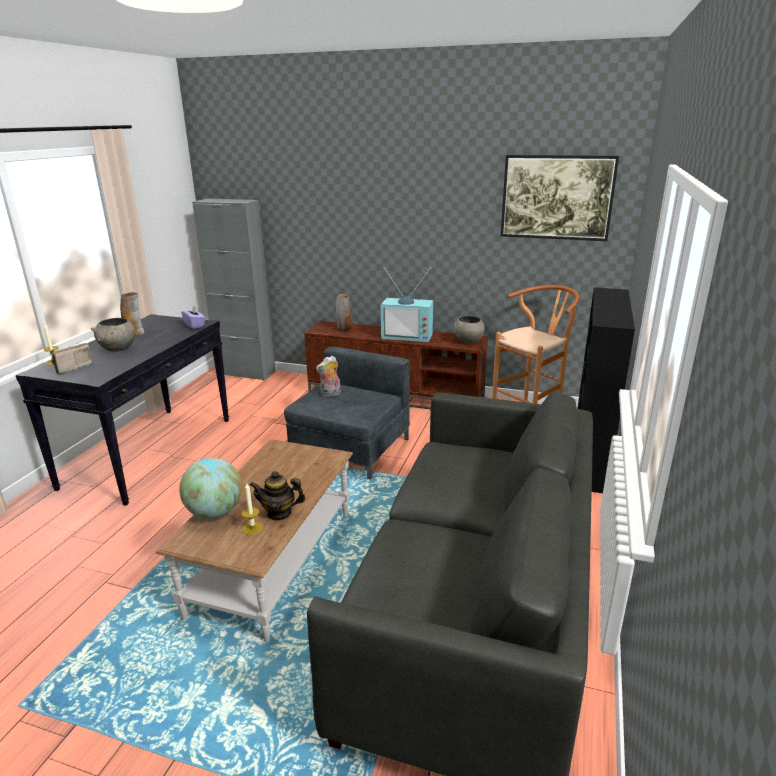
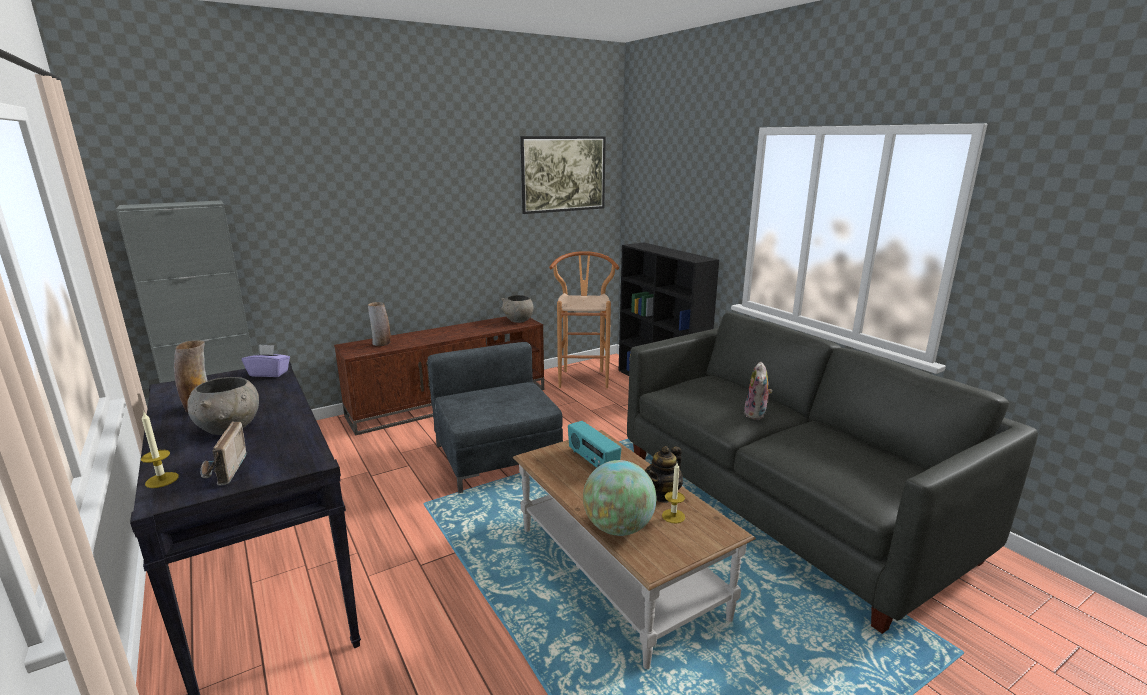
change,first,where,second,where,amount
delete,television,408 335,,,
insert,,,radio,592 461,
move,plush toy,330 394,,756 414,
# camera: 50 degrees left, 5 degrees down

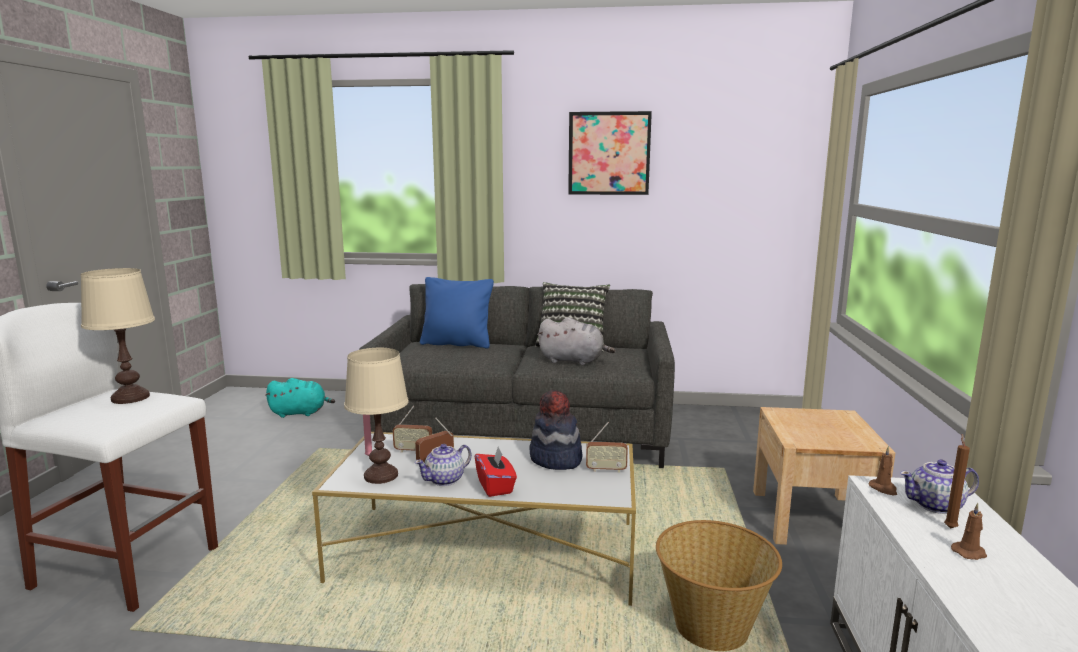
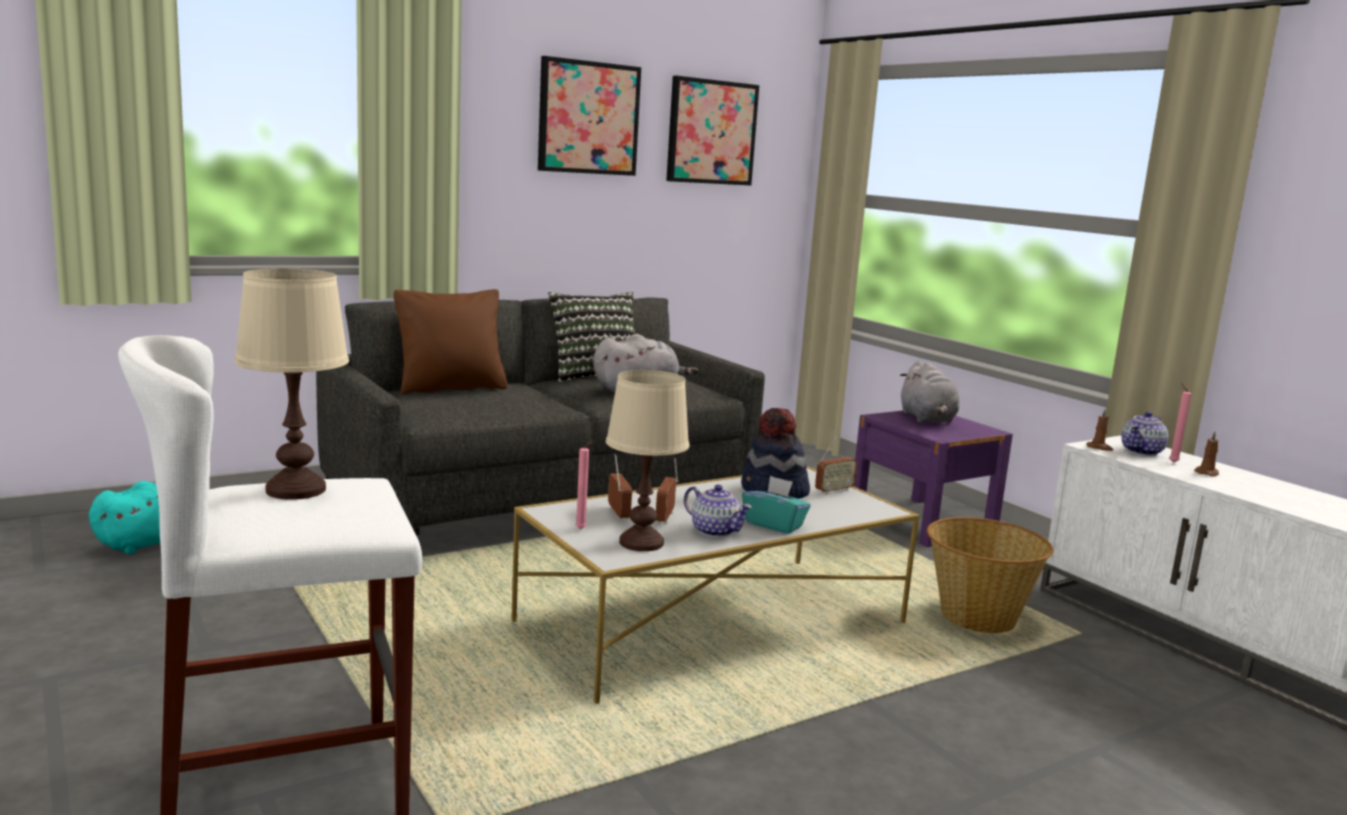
change,first,where,second,where,amount
insert,,,picture,711 132,
insert,,,grey plush toy,927 419,
recolor,blue pillow,457 344,brown pillow,451 388,
recolor,red tissue box,495 486,turquoise tissue box,774 525,
recolor,beige nightstand,812 518,purple nightstand,922 521,
recolor,brown candle,950 527,pink candle,1172 462,
rotate,radio,413 451,,618 514,75 degrees counterclockwise
rotate,teapot,445 480,,715 531,60 degrees counterclockwise
# camera: 40 degrees left, 0 degrees up

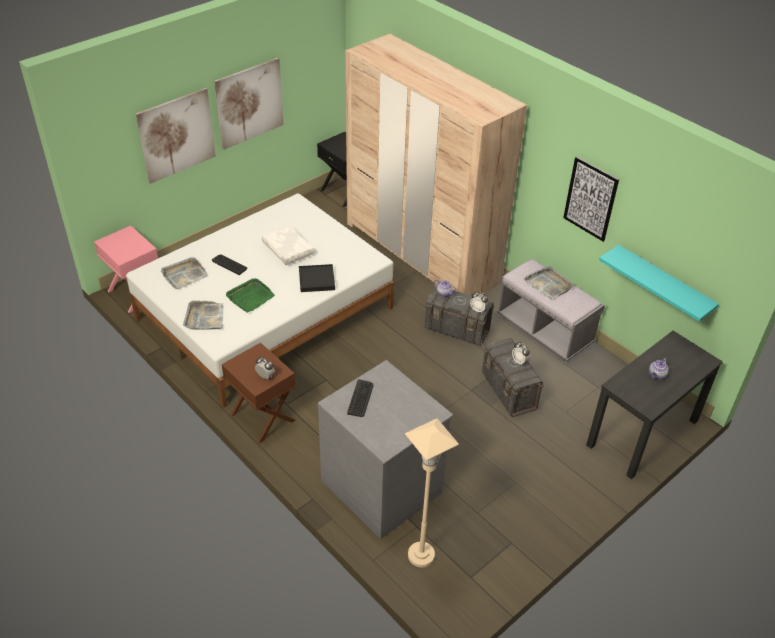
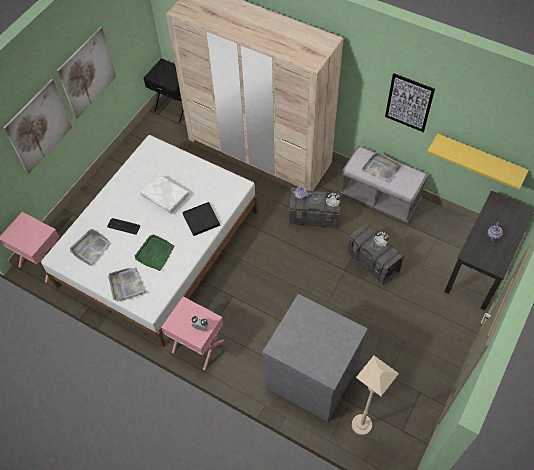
change,first,where,second,where,amount
delete,keyboard,360 398,,,
recolor,brown nightstand,262 418,pink nightstand,197 346,
recolor,turquoise shelf,663 283,yellow shelf,479 158,
# camera: 15 degrees left, 15 degrees up

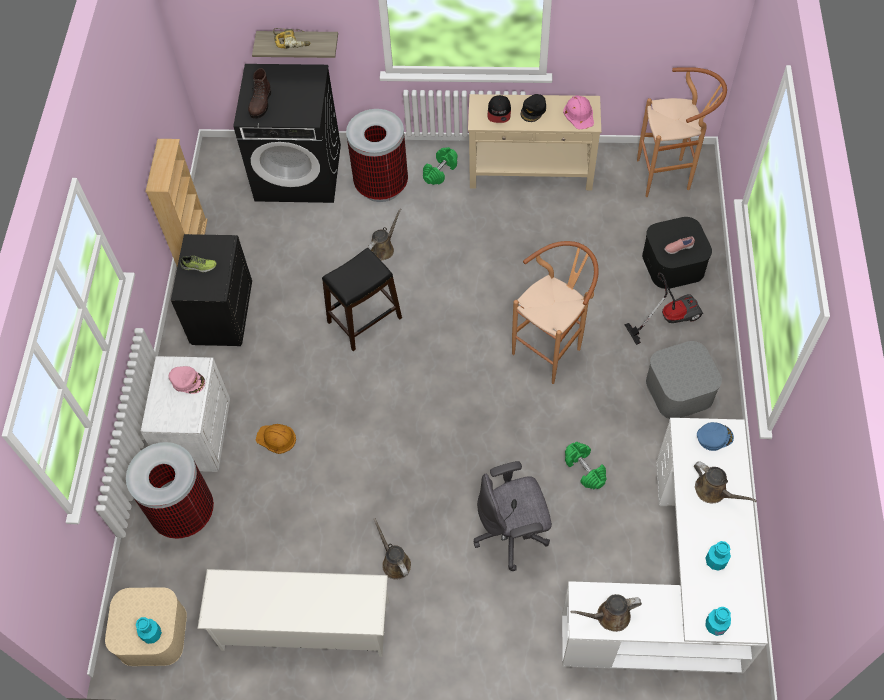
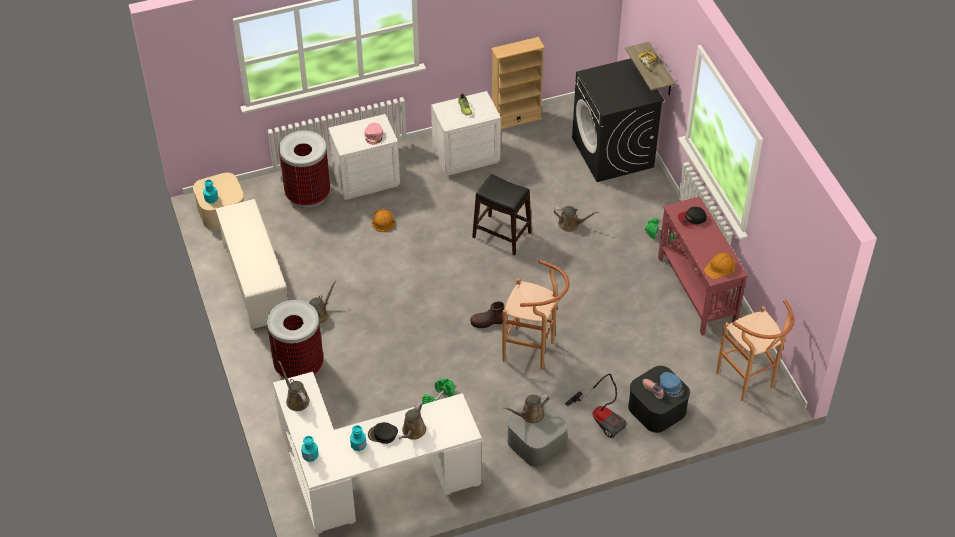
change,first,where,second,where,amount
delete,grey office chair,512 533,,,
insert,,,brown watering can,530 415,
move,brown boot,261 104,,488 322,
move,trash can,381 184,,299 366,
move,black cap,533 110,,383 435,
move,blue cap,714 437,,671 386,
recolor,black nightstand,221 314,white nightstand,465 156,
recolor,beige console table,531 173,red console table,696 291,
recolor,pink hard hat,579 114,orange hard hat,720 267,
# camera: 65 degrees right, 10 degrees down

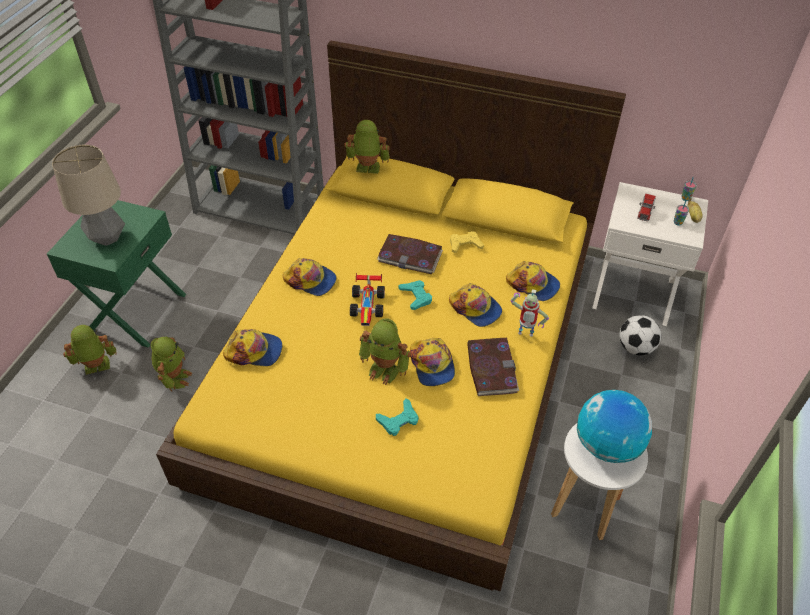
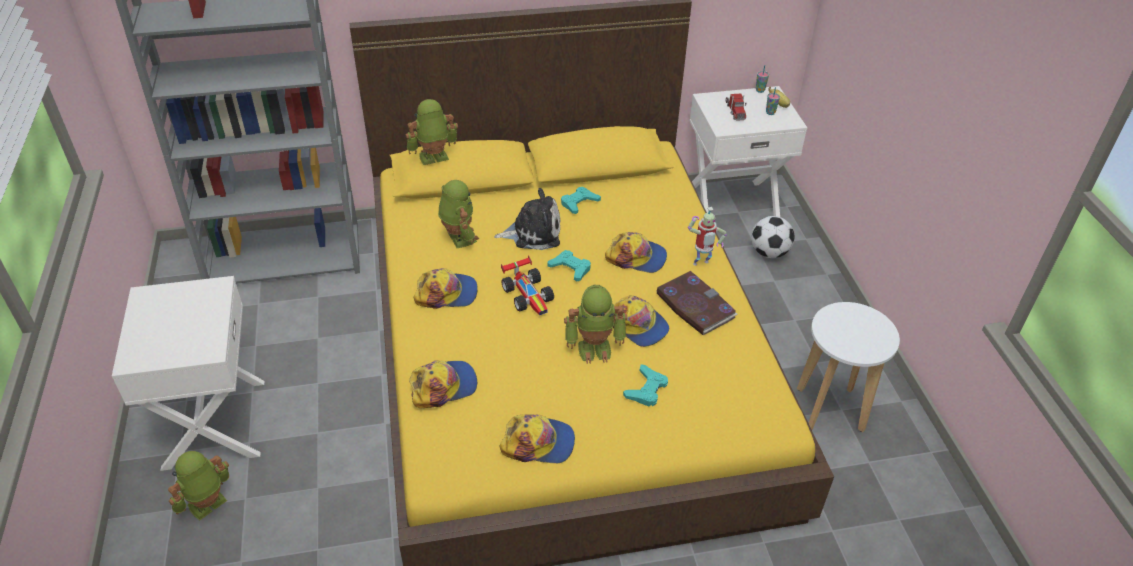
change,first,where,second,where,amount
delete,table lamp,107 238,,,
delete,globe,607 445,,,
move,toy robot,174 378,,458 238,
move,cap,533 284,,538 443,
replace,book,410 256,plush toy,533 232,
recolor,green nightstand,136 311,white nightstand,212 424,
recolor,yellow game controller,465 245,turquoise game controller,579 203,
# camera: 30 degrees left, 5 degrees down

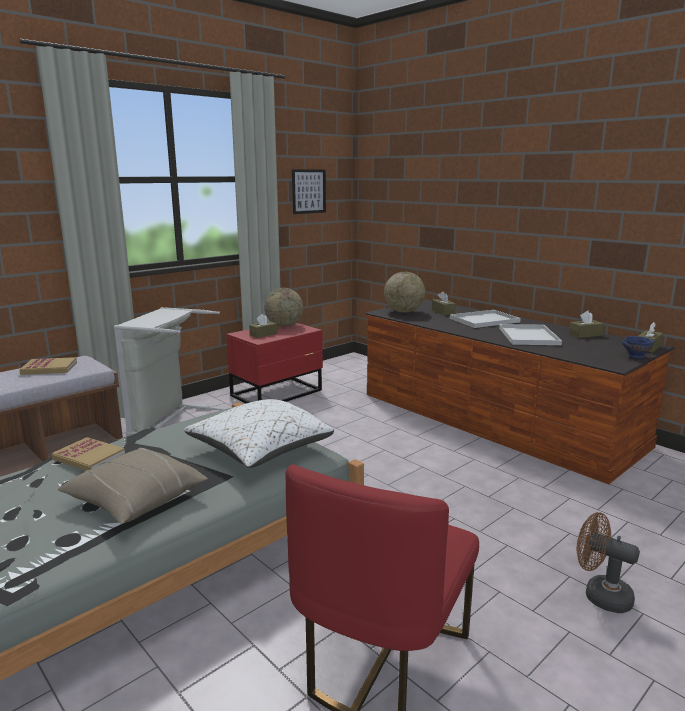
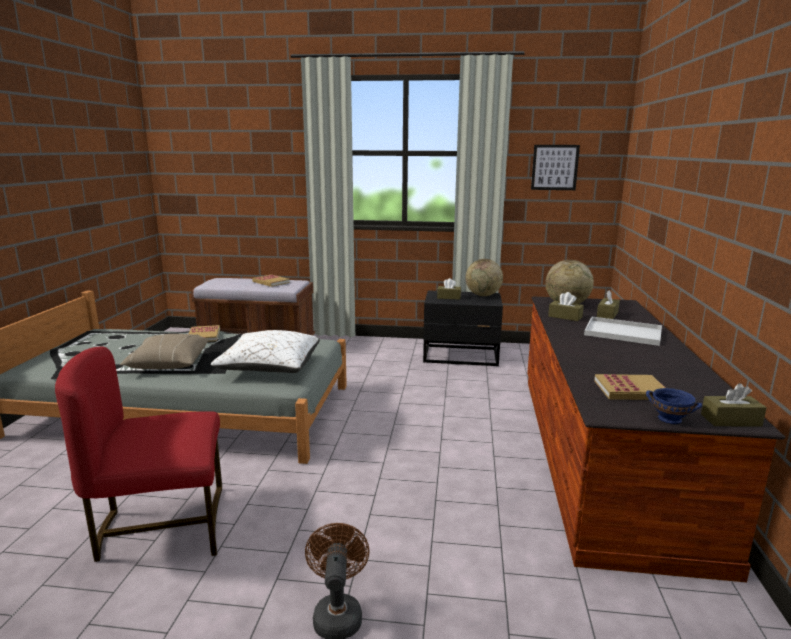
change,first,where,second,where,amount
delete,grey laundry basket,169 421,,,
delete,white tray,527 336,,,
insert,,,book,630 390,
move,brown tissue box,585 335,,565 317,
recolor,red nightstand,278 393,black nightstand,462 356,
# camera: 50 degrees right, 0 degrees up

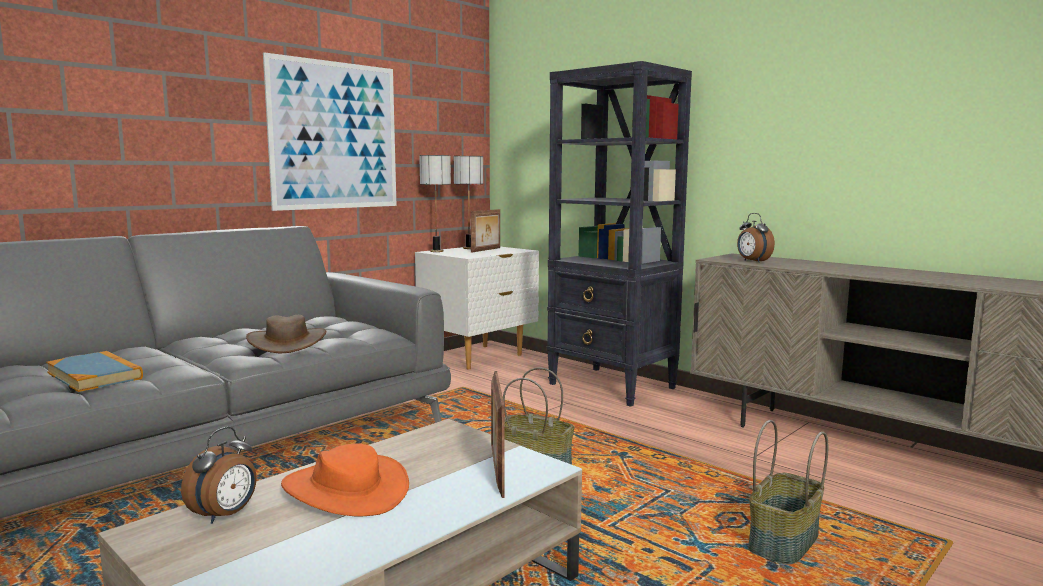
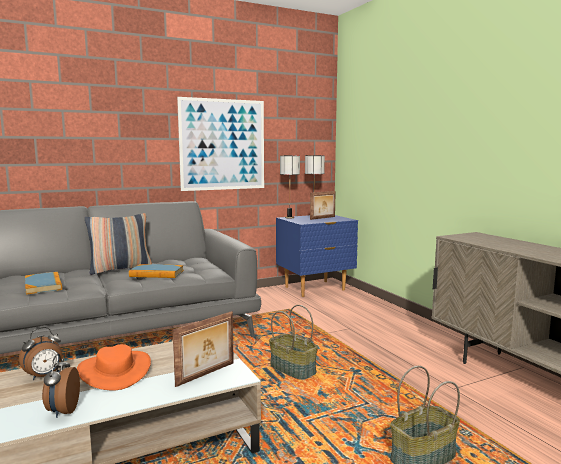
change,first,where,second,where,amount
delete,black bookcase,612 386,,,
insert,,,pillow,120 269,
move,alarm clock,752 261,,62 411,
replace,brown hat,287 342,book,156 273,
recolor,white nightstand,478 357,blue nightstand,315 289,
rotate,picture frame,497 472,,206 374,150 degrees counterclockwise
# camera: 20 degrees right, 0 degrees up

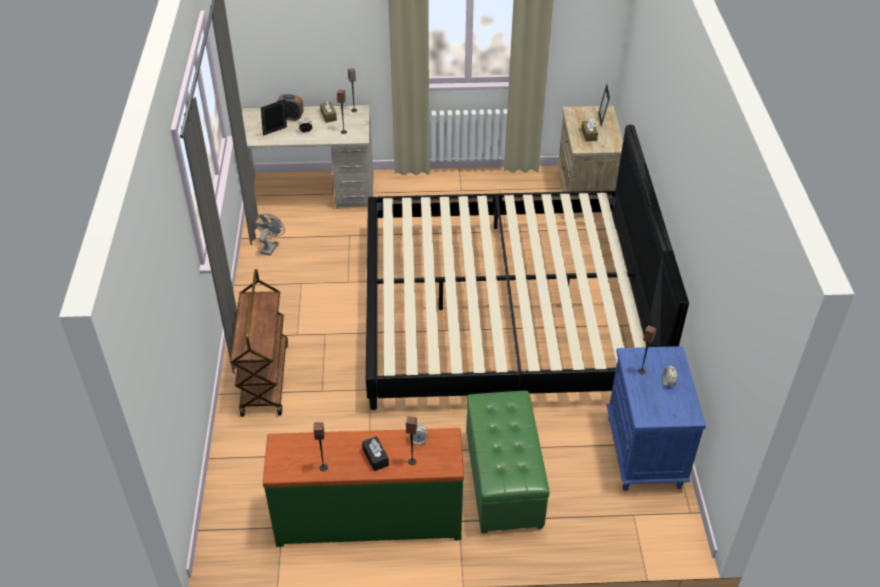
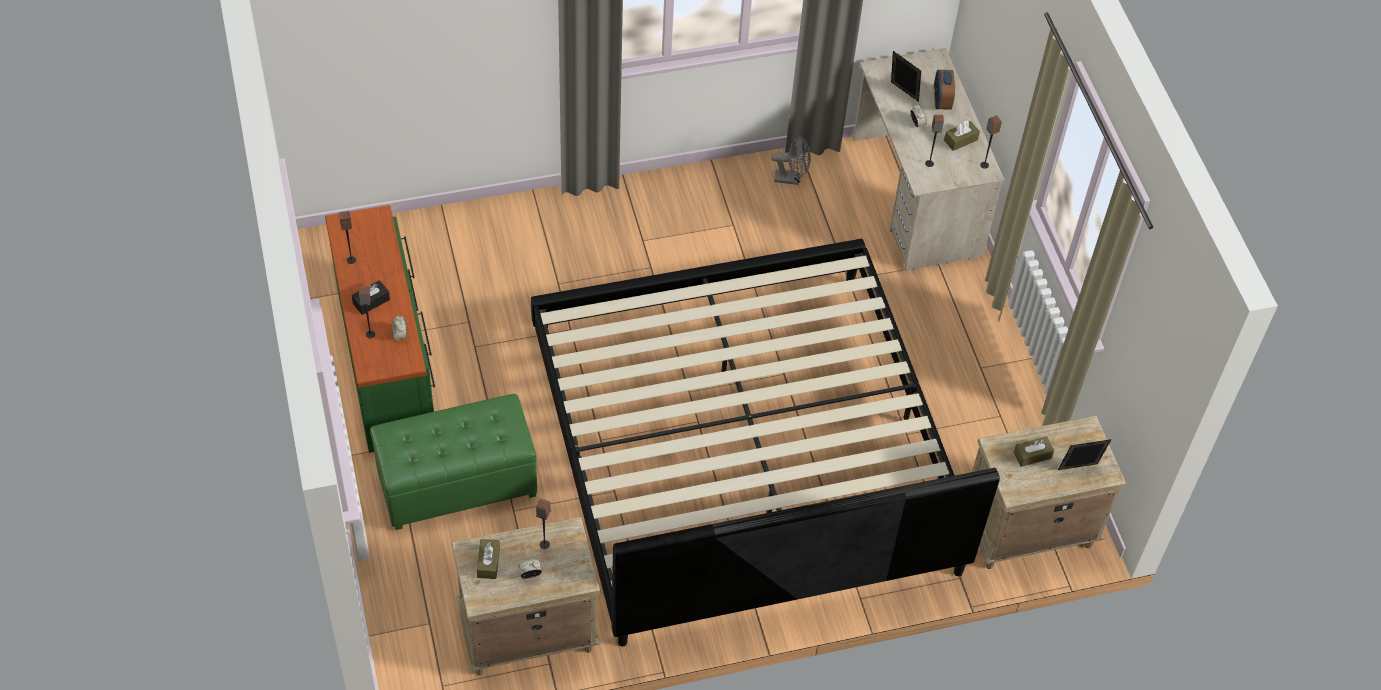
change,first,where,second,where,amount
delete,brown cart,264 378,,,
insert,,,brown tissue box,488 562,
recolor,blue nightstand,644 453,beige nightstand,526 632,
# camera: 75 degrees right, 10 degrees up

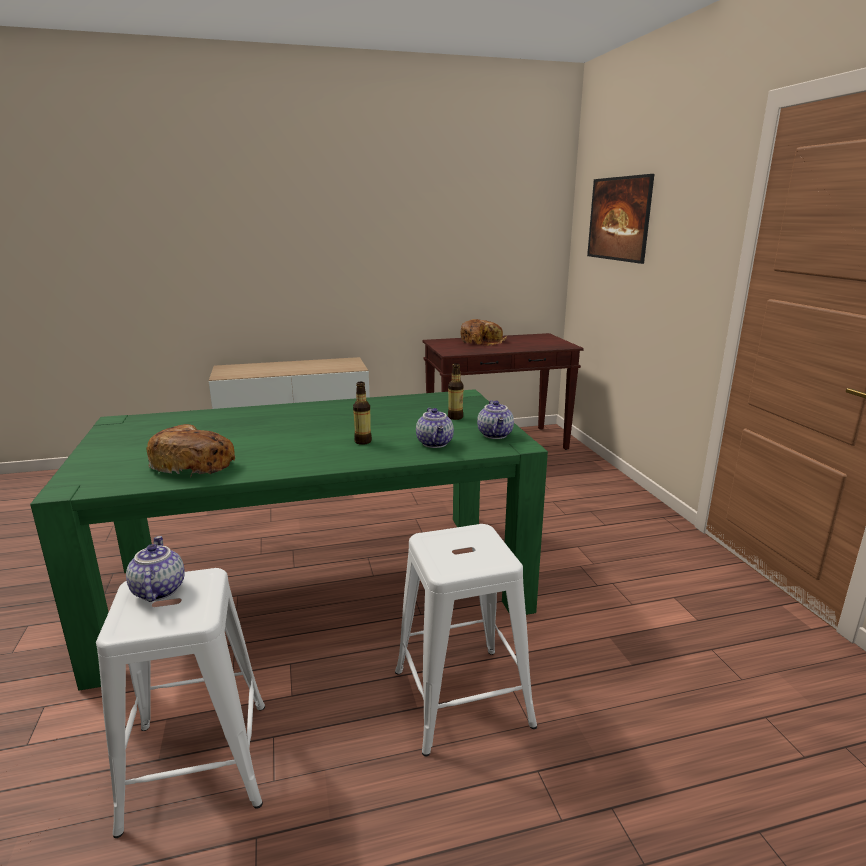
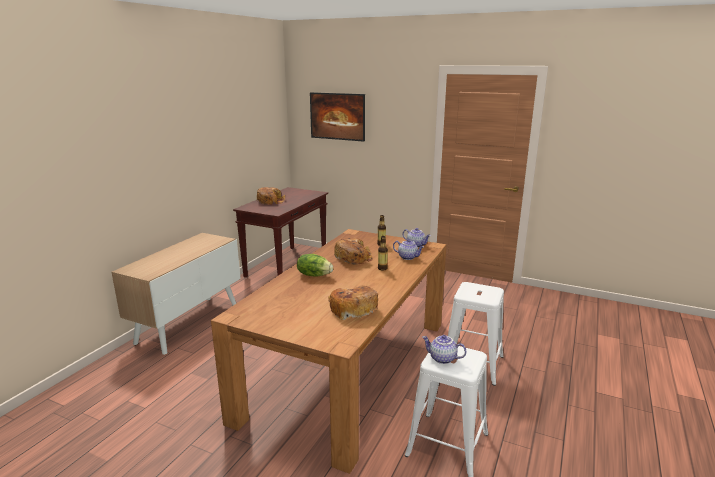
change,first,where,second,where,amount
insert,,,lettuce,314 275,
insert,,,bread,353 258,
recolor,green dining table,318 585,brown dining table,349 367,
# camera: 50 degrees left, 0 degrees up

